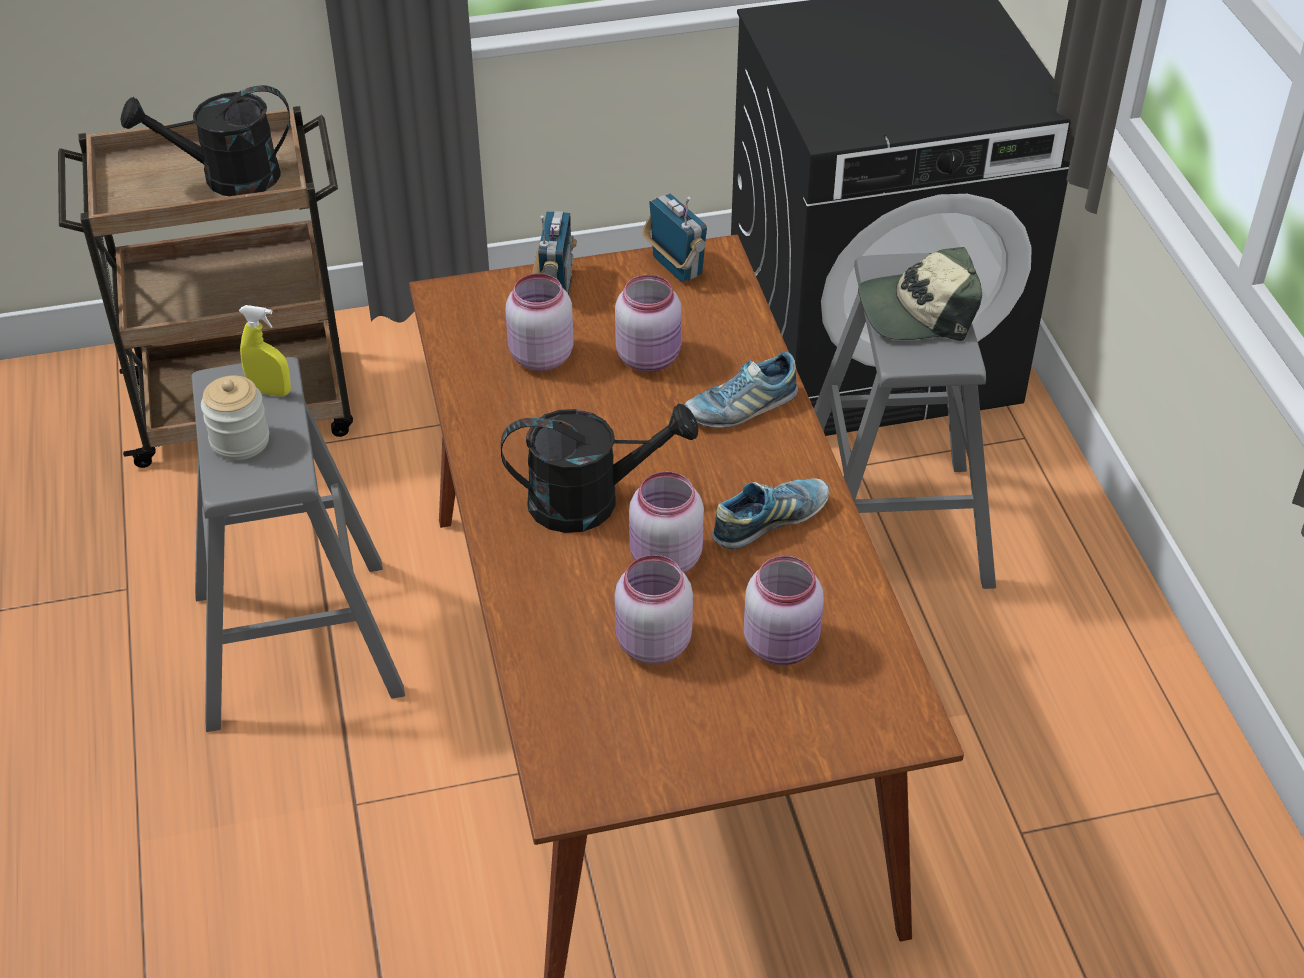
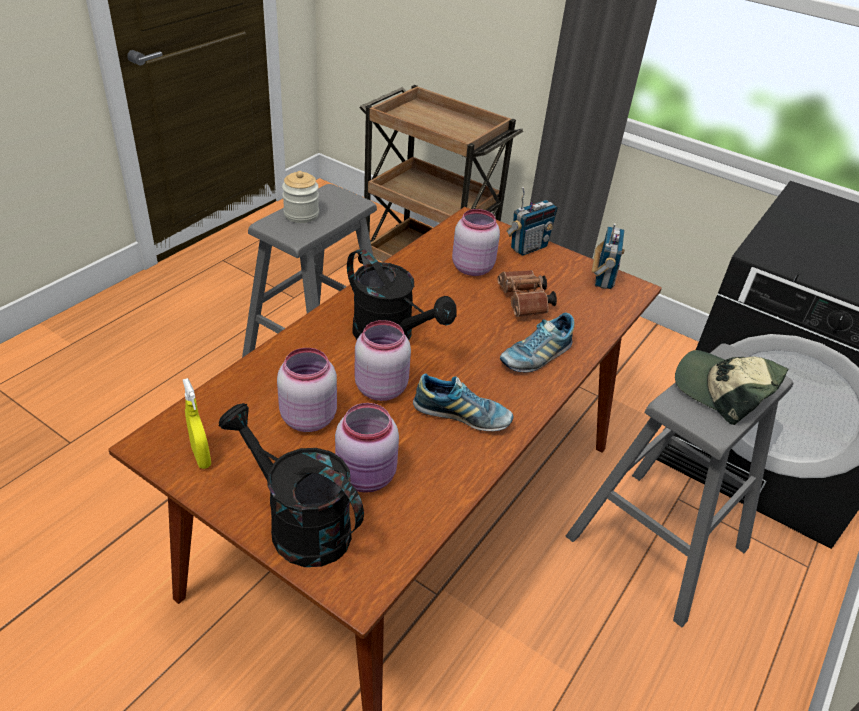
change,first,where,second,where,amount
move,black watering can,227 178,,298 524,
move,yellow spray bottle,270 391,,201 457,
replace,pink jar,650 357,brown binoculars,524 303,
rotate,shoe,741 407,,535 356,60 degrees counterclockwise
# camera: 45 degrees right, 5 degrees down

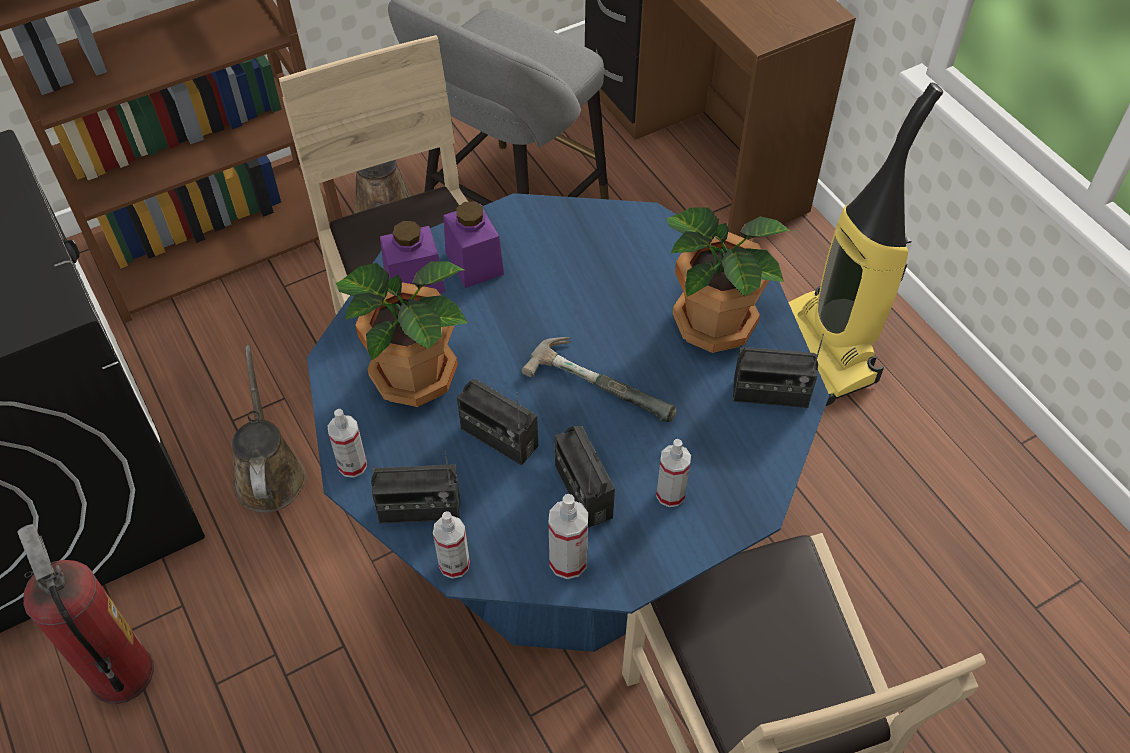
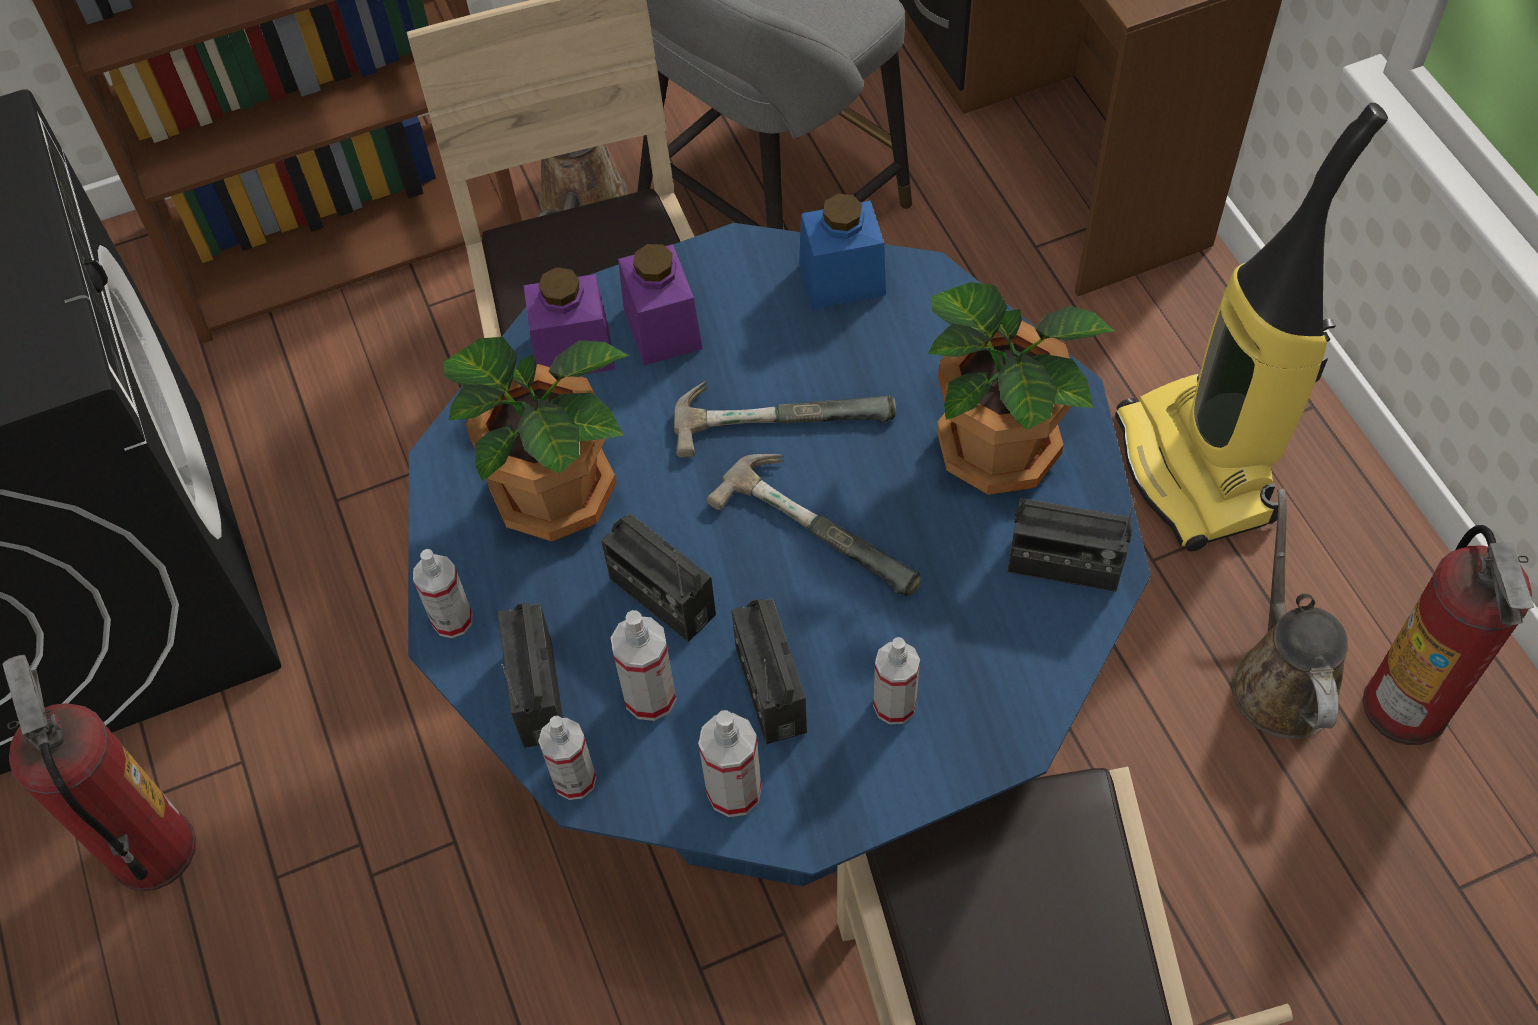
change,first,where,second,where,amount
insert,,,spray bottle,650 696,
insert,,,hammer,781 410,
insert,,,blue jar,842 279,
insert,,,fire extinguisher,1407 706,
move,brown watering can,269 473,,1281 678,
rotate,radio,419 509,,537 693,75 degrees clockwise
# camera: 10 degrees right, 5 degrees up

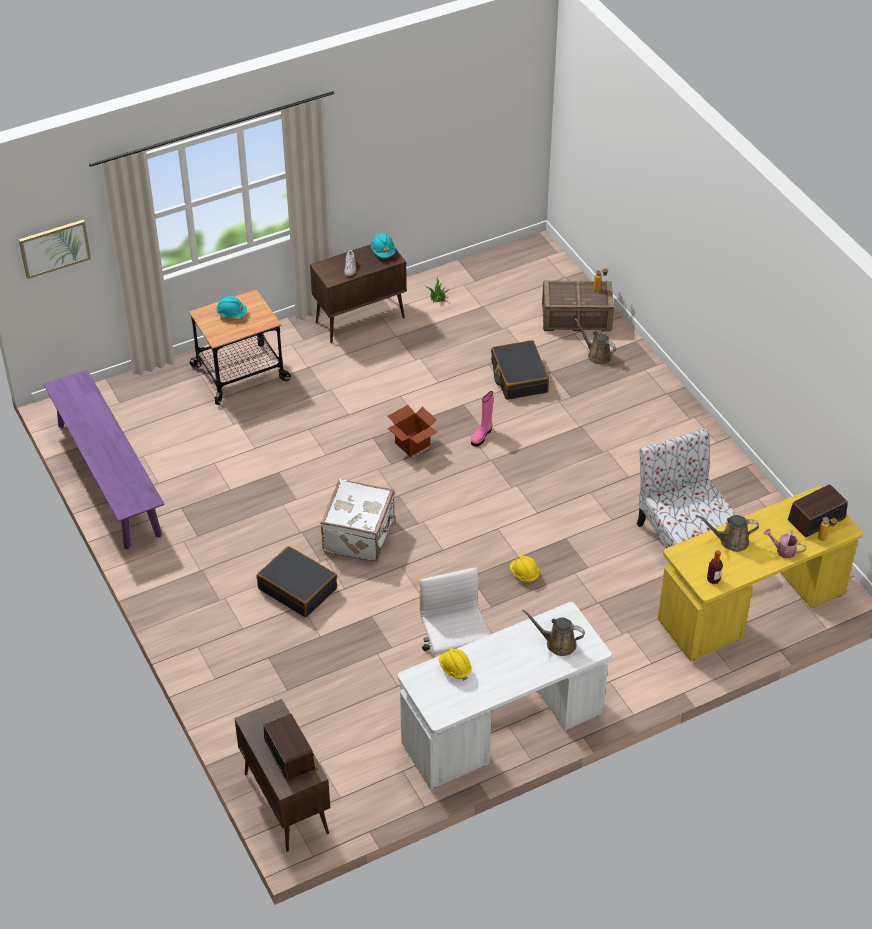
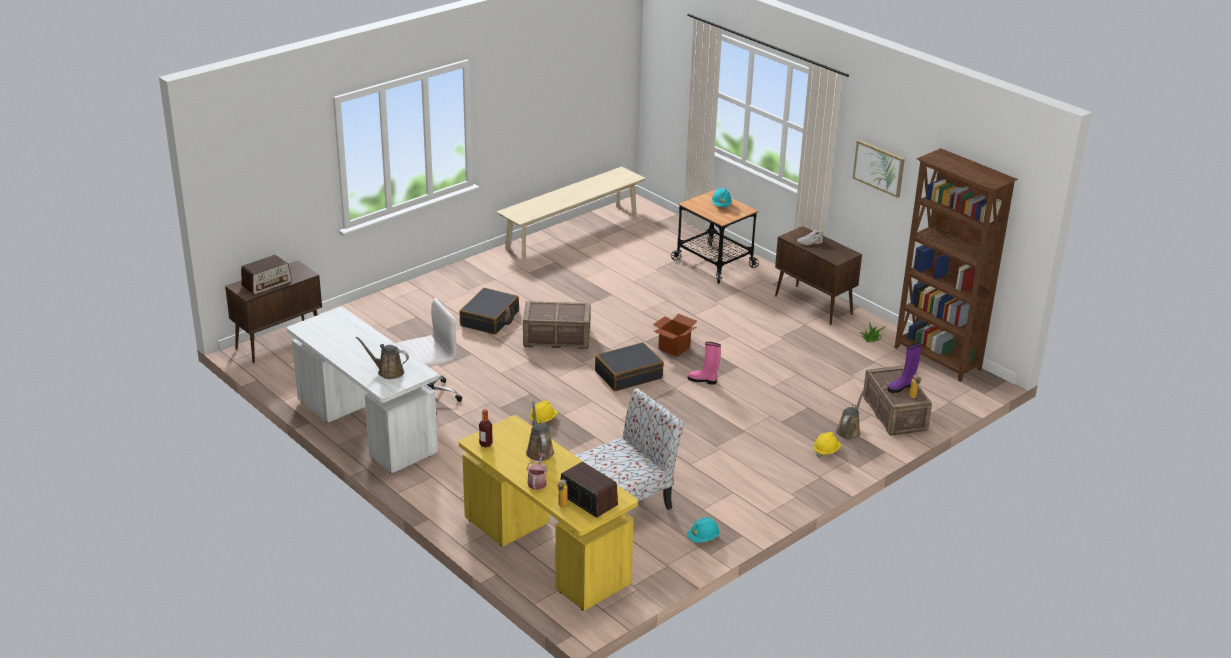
change,first,where,second,where,amount
insert,,,purple boot,901 387,
insert,,,brown bookcase,937 359,
move,picture,54 248,,879 168,
move,turquoise hard hat,383 252,,703 538,
move,yellow hard hat,455 669,,826 451,
move,black suitcase,518 377,,628 375,
replace,white suitcase,360 535,crate,557 338,
recolor,purple bench,108 479,beige bench,572 231,
rotate,brown watering can,557 643,,388 371,75 degrees counterclockwise
# camera: 75 degrees right, 15 degrees down

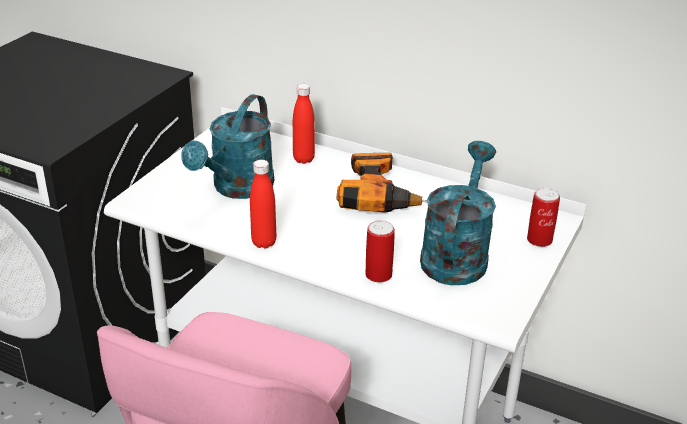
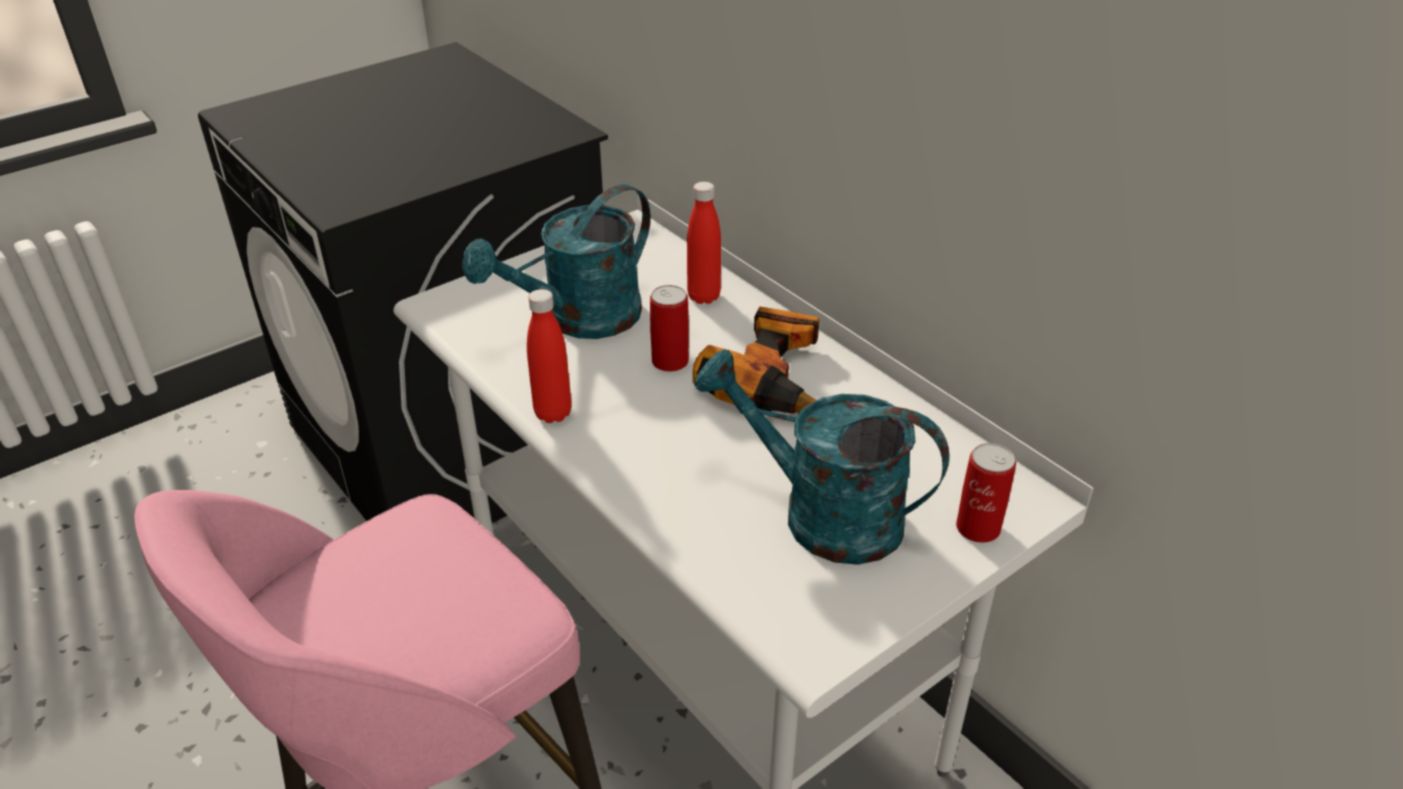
change,first,where,second,where,amount
move,can,378 275,,670 361,
rotate,turquoise watering can,456 254,,821 514,105 degrees counterclockwise
# camera: 25 degrees right, 5 degrees up

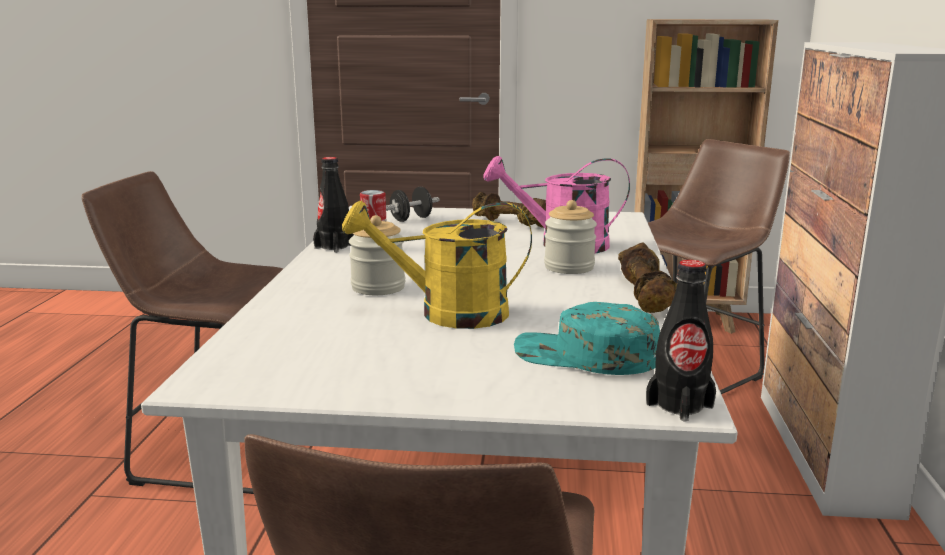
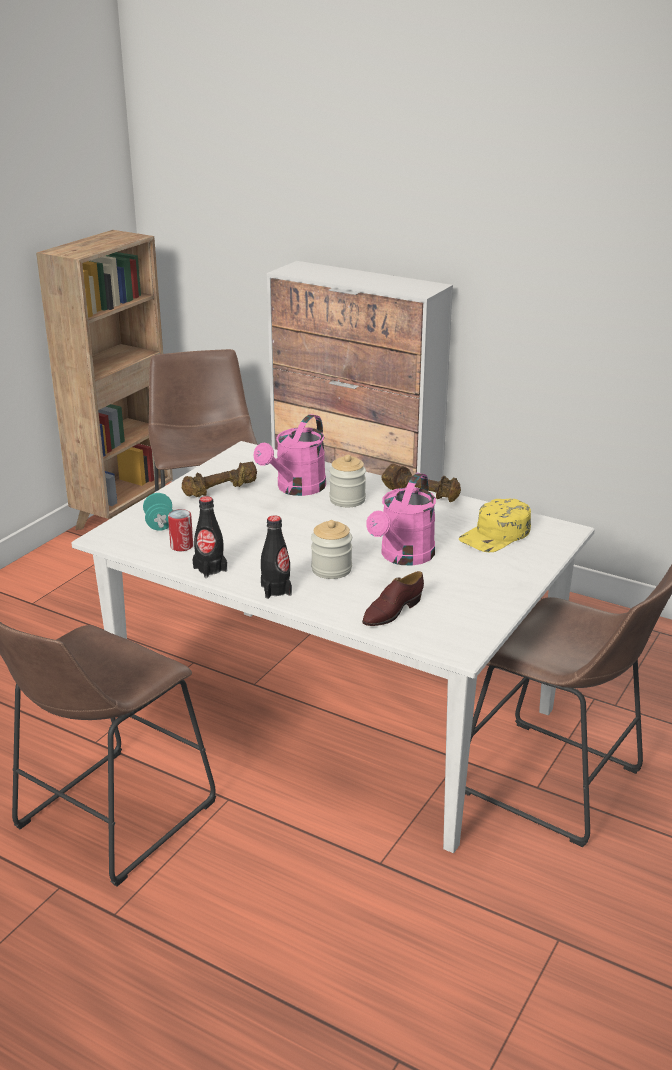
change,first,where,second,where,amount
insert,,,brown shoe,391 611,
move,black bottle,679 405,,276 590,
recolor,yellow watering can,447 314,pink watering can,403 557,
recolor,black dumbbell,411 219,turquoise dumbbell,159 524,
recolor,turquoise cap,585 355,yellow cap,496 535,
# camera: 65 degrees left, 10 degrees up

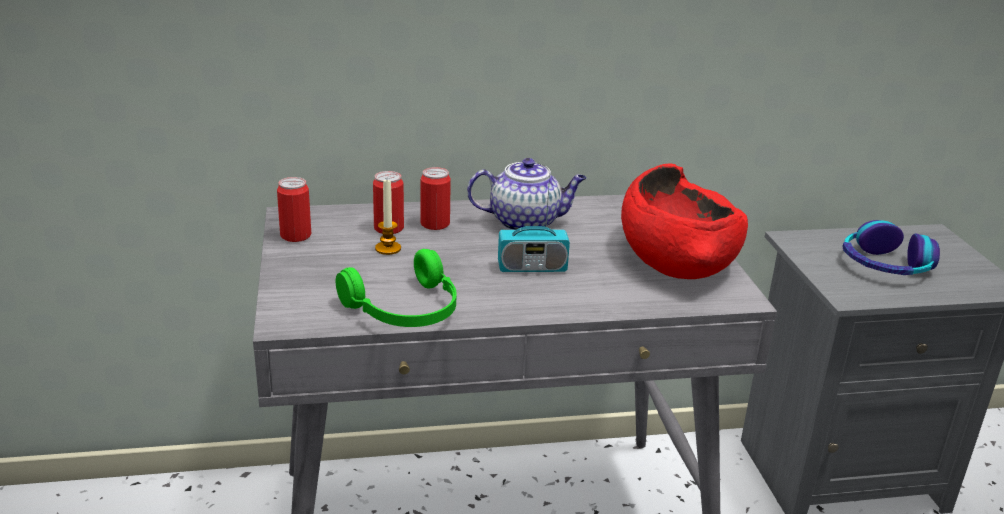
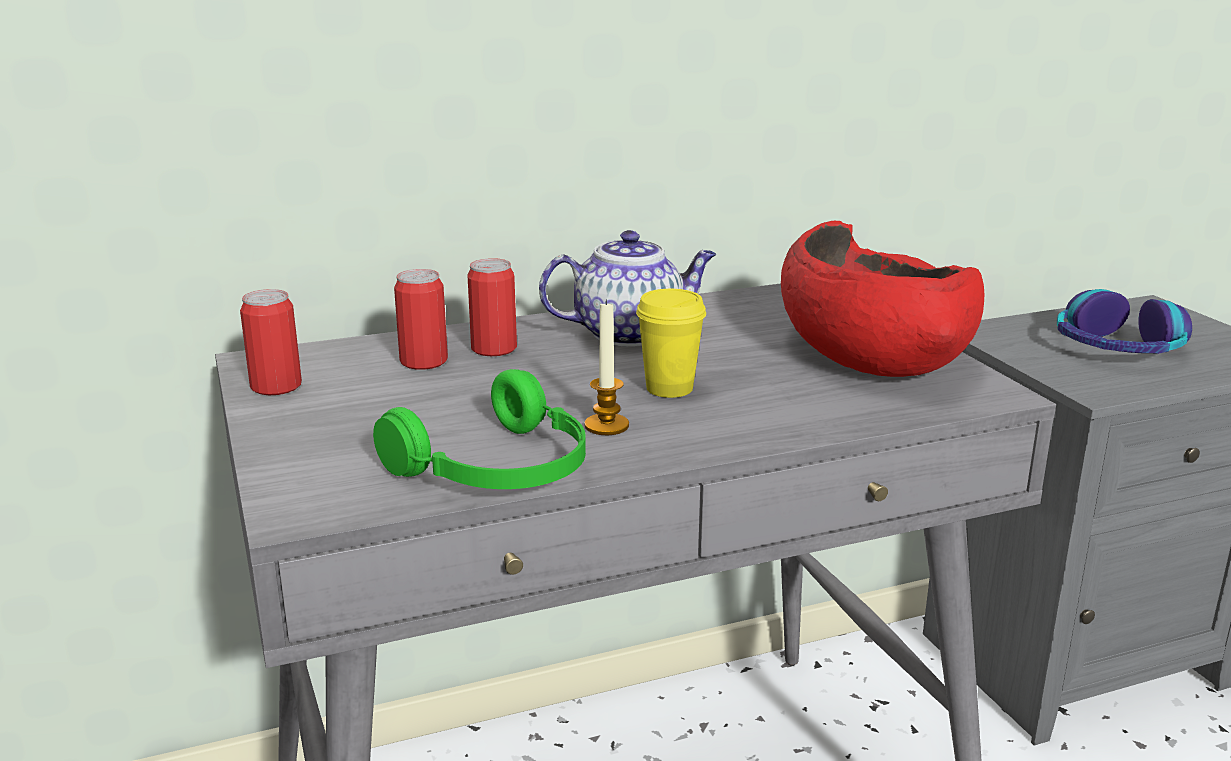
change,first,where,second,where,amount
move,candle,388 248,,606 426,
replace,radio,532 267,yellow cup,669 388,
# camera: 10 degrees left, 5 degrees down

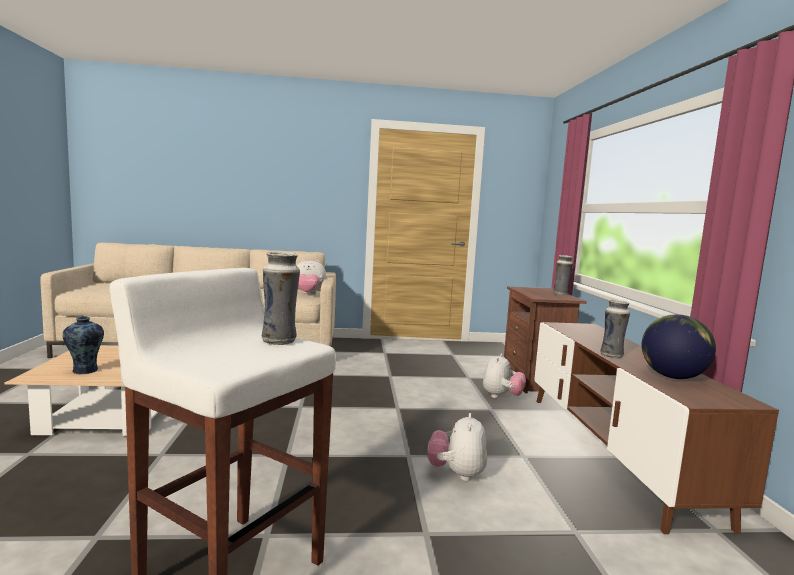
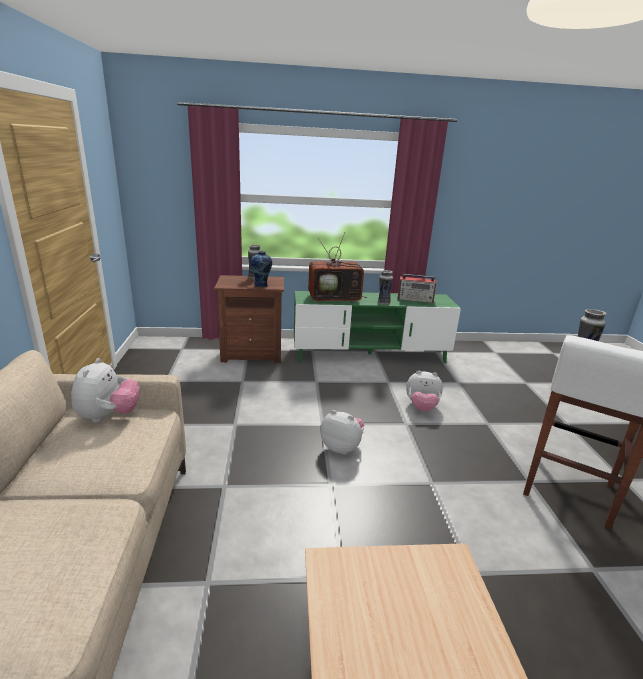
change,first,where,second,where,amount
insert,,,television,335 298,
move,vase,85 371,,261 285,
move,plush toy,501 396,,342 447,
replace,globe,672 377,radio,415 299,
recolor,brown tv stand,613 451,green tv stand,370 354,
# camera: 90 degrees left, 15 degrees up

